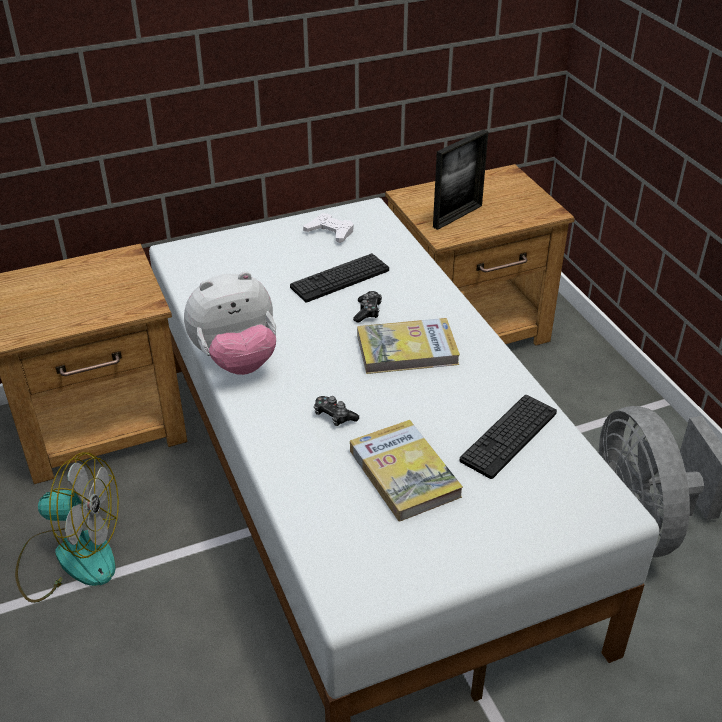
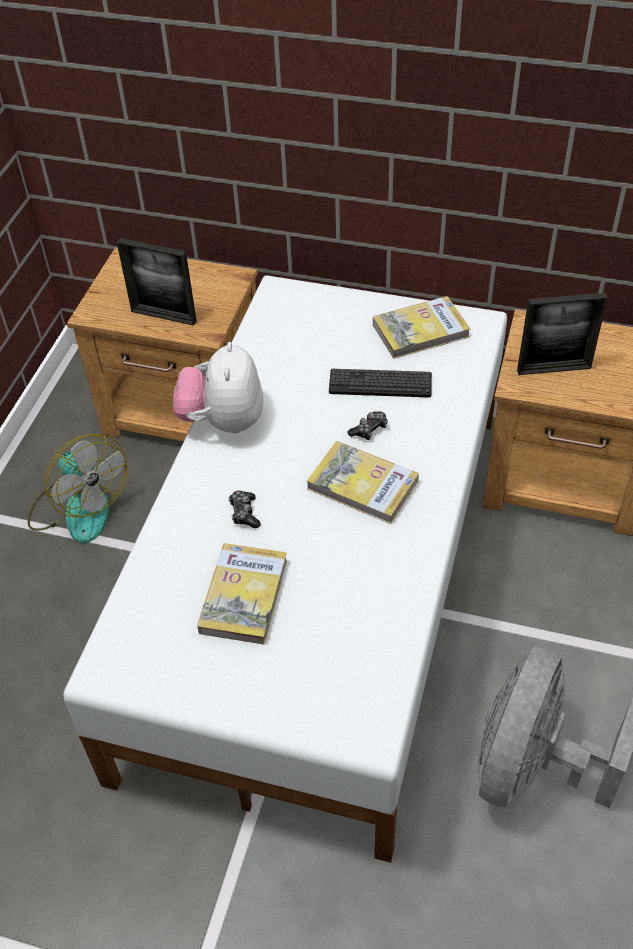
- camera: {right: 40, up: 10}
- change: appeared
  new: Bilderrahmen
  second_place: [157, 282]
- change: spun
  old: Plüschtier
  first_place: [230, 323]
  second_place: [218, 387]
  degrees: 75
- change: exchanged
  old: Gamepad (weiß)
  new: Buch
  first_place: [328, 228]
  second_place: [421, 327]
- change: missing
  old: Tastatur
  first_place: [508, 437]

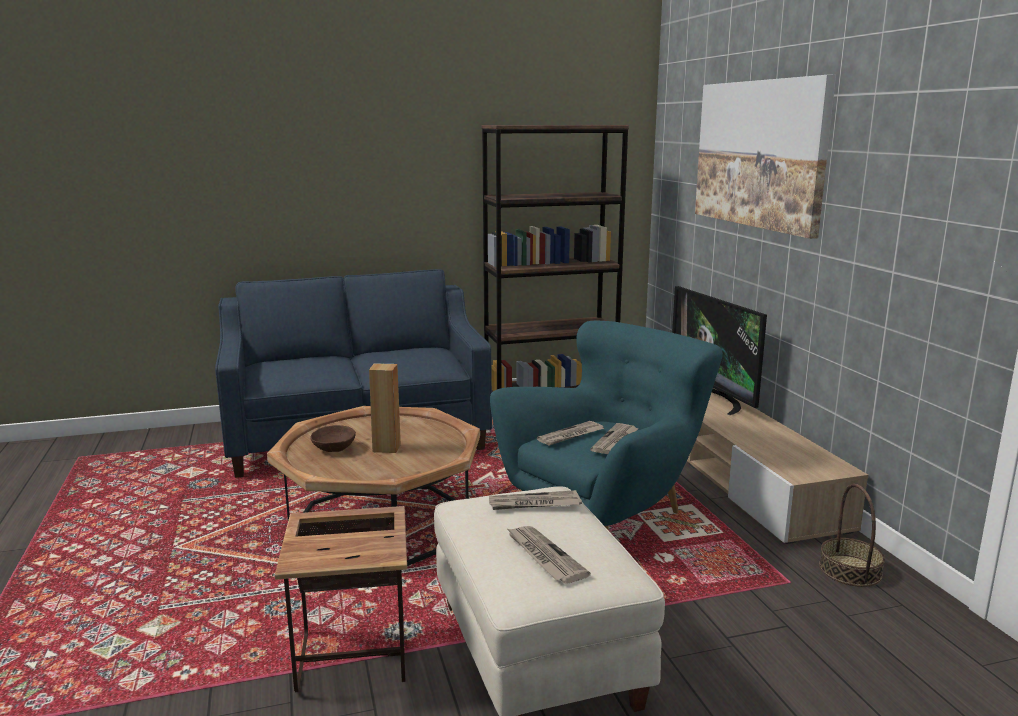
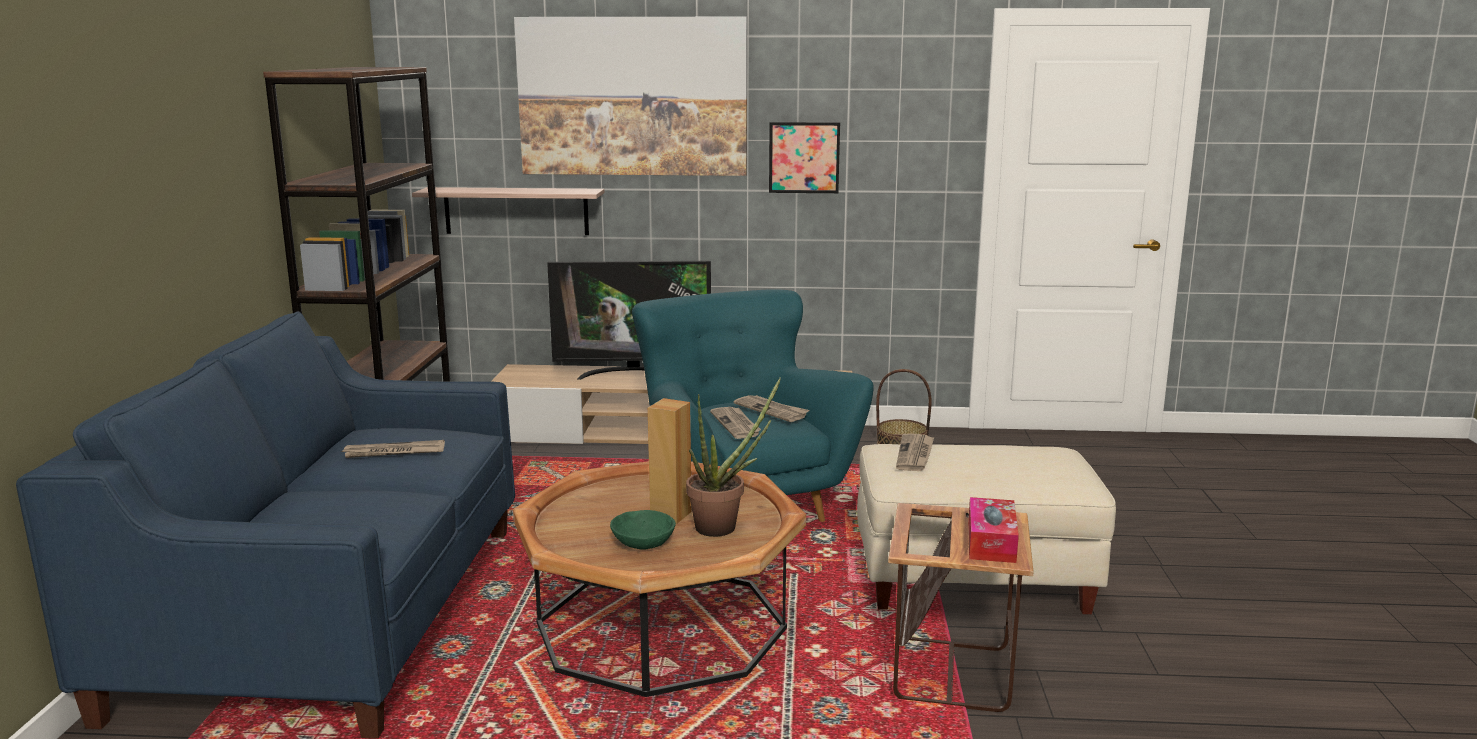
- camera: {right: -70, up: 0}
- change: relocated
  old: Zeitung
  first_place: [548, 555]
  second_place: [392, 449]
- change: appeared
  new: Wandregal
  second_place: [508, 211]
- change: colour
  old: Schüssel (braun)
  new: Schüssel (grün)
  first_place: [333, 438]
  second_place: [643, 530]
- change: appeared
  new: Topfpflanze
  second_place: [733, 457]
- change: appeared
  new: Bild
  second_place: [804, 157]
- change: appeared
  new: Taschentuchbox
  second_place: [993, 530]

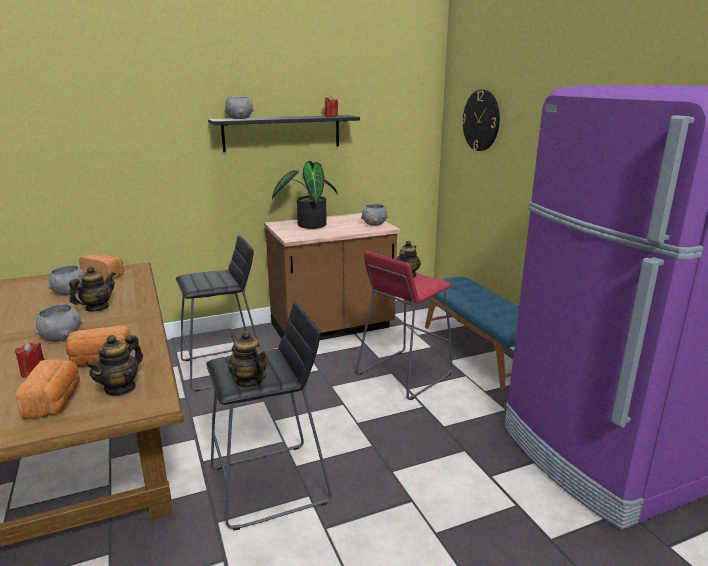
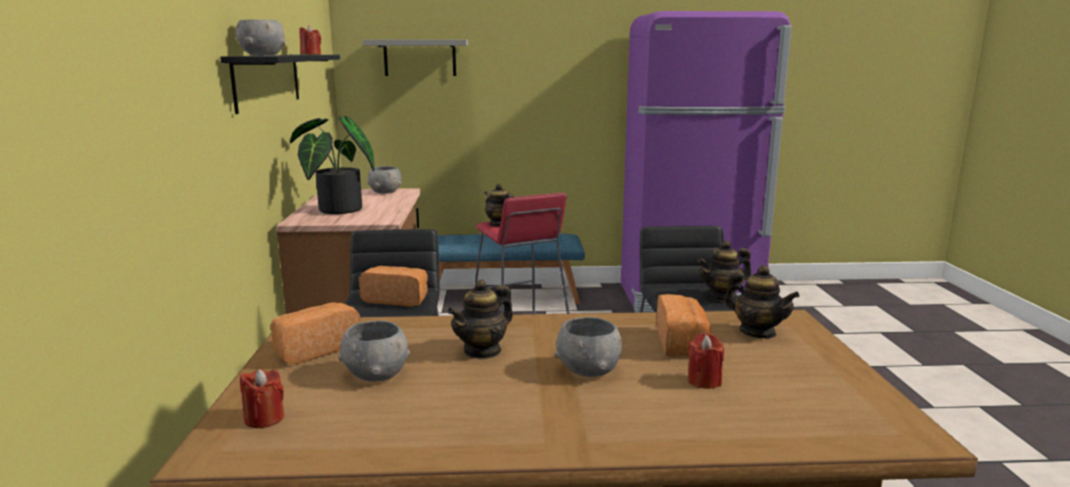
- camera: {right: -70, up: -5}
- change: appeared
  new: Kerze (rot)
  second_place: [262, 398]
- change: relocated
  old: Brot
  first_place: [48, 389]
  second_place: [393, 286]
- change: exchanged
  old: Wanduhr
  new: Wandregal (grau)
  first_place: [480, 120]
  second_place: [415, 57]
- change: spun
  old: Teekanne
  first_place: [92, 289]
  second_place: [480, 319]
  degrees: -105

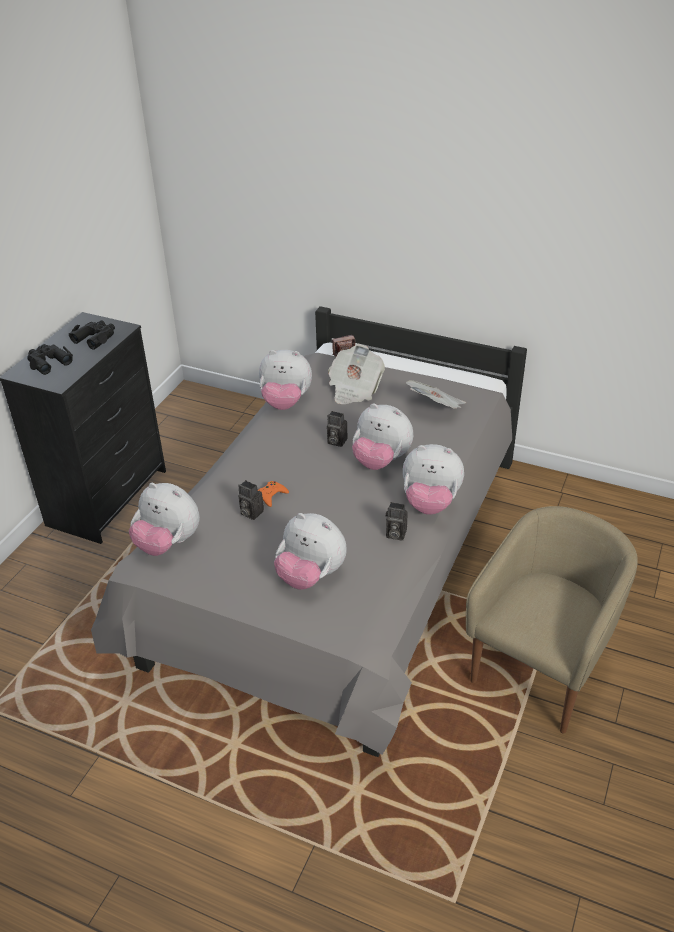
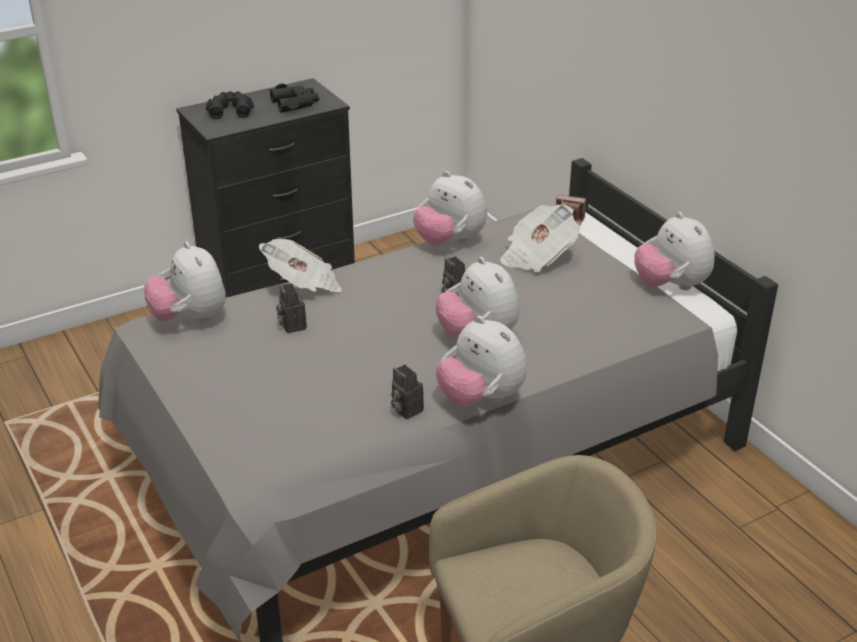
- camera: {right: 35, up: -5}
- change: relocated
  old: Zeitung
  first_place: [436, 394]
  second_place: [300, 265]
- change: relocated
  old: Plüschtier
  first_place: [310, 551]
  second_place: [674, 251]
- change: missing
  old: Gamepad (orange)
  first_place: [273, 494]

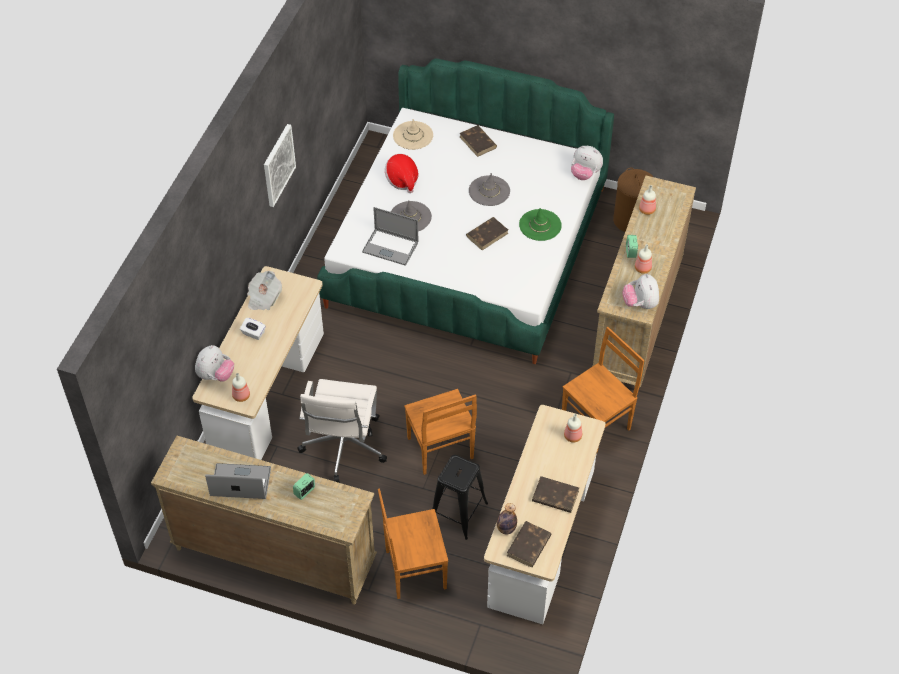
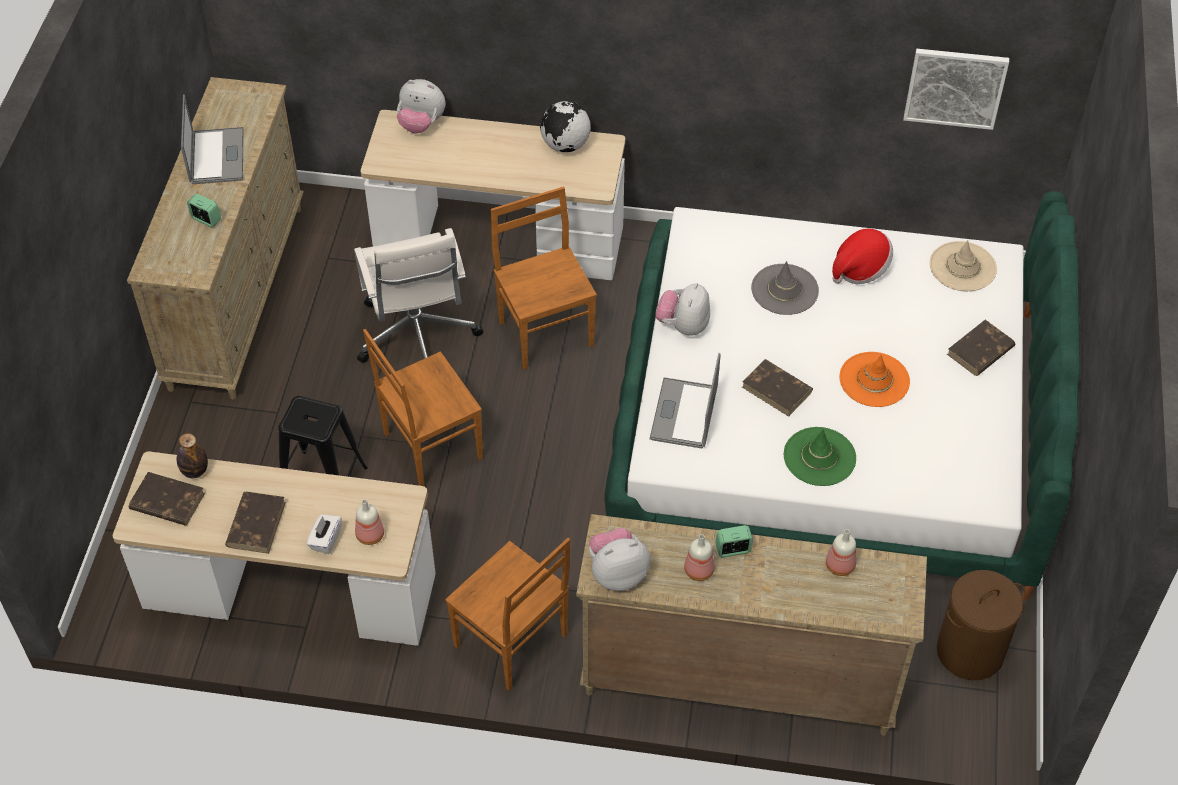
- camera: {right: 80, up: 0}
- change: relocated
  old: Taschentuchbox (weiß)
  first_place: [253, 329]
  second_place: [324, 534]
- change: spun
  old: Bürostuhl (weiß)
  first_place: [342, 431]
  second_place: [418, 295]
  degrees: -105
- change: relocated
  old: Stuhl (braun)
  first_place: [413, 544]
  second_place: [544, 278]
- change: exchanged
  old: Zeitung
  new: Globus
  first_place: [264, 290]
  second_place: [565, 126]
- change: relocated
  old: Laptop
  first_place: [390, 236]
  second_place: [685, 400]
- change: relocated
  old: Plüschtier
  first_place: [587, 163]
  second_place: [682, 309]
- change: colour
  old: Hut (grau)
  new: Hut (orange)
  first_place: [489, 189]
  second_place: [874, 379]
- change: relocated
  old: Bild
  first_place: [280, 165]
  second_place: [956, 89]
- change: missing
  old: Flasche
  first_place: [241, 387]

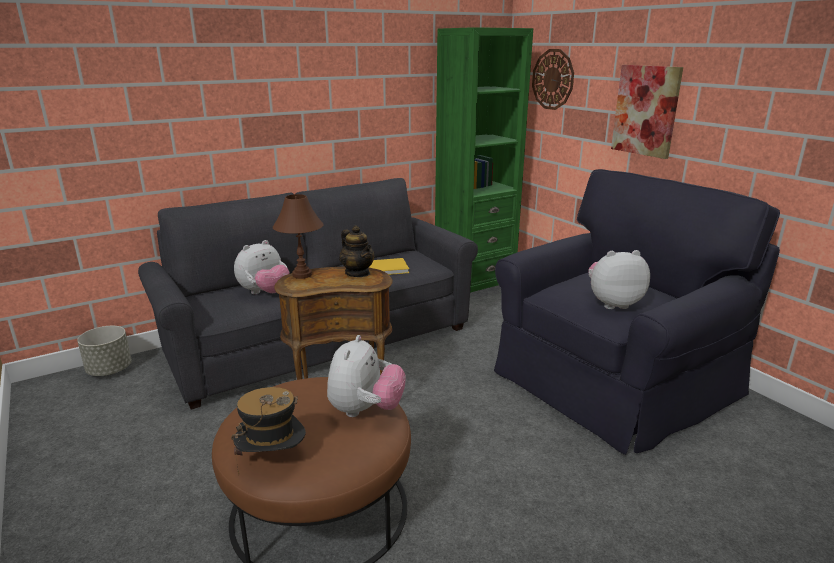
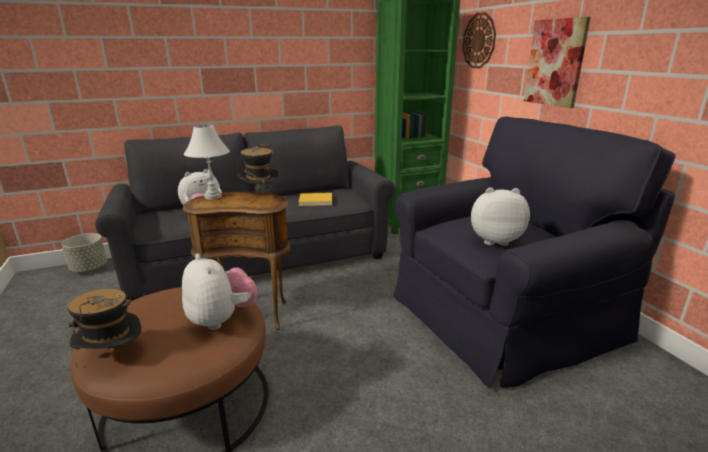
- camera: {right: 10, up: 0}
- change: spun
  old: Plüschtier
  first_place: [366, 376]
  second_place: [220, 291]
  degrees: -60
- change: colour
  old: Tischlampe (braun)
  new: Tischlampe (weiß)
  first_place: [298, 236]
  second_place: [207, 162]
- change: exchanged
  old: Teekanne
  new: Hut
  first_place: [356, 251]
  second_place: [258, 173]

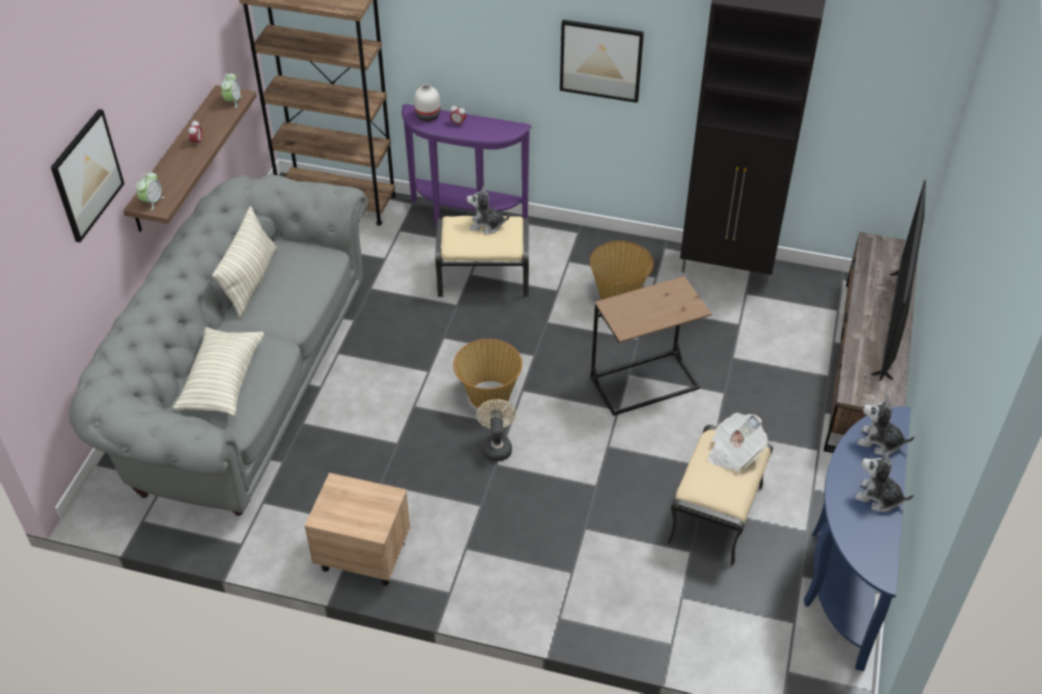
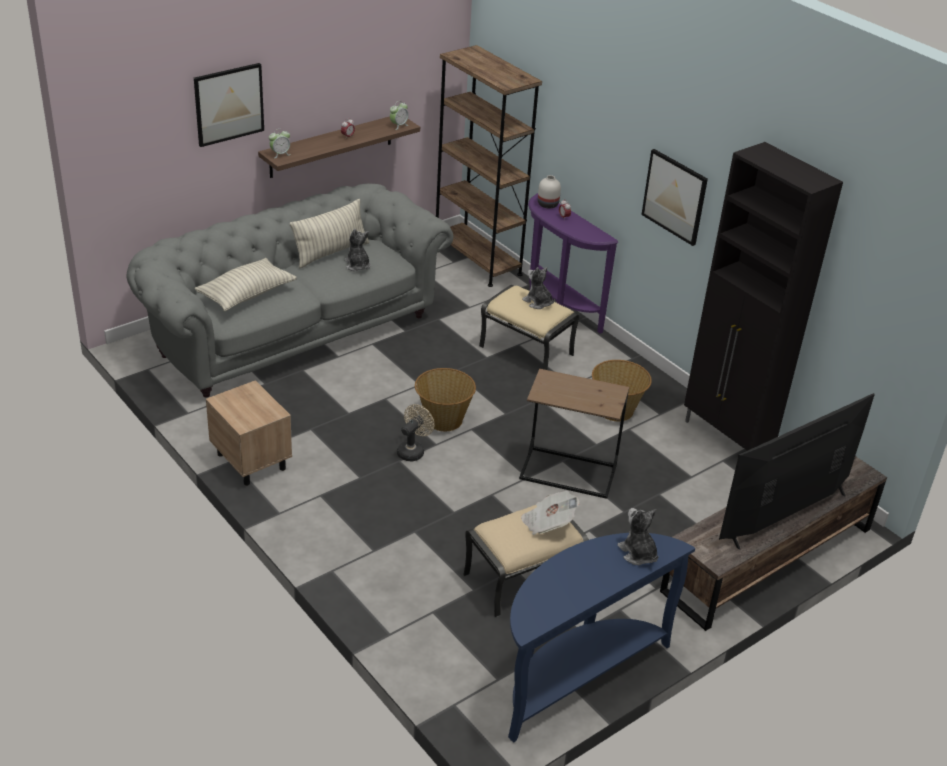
- camera: {right: 35, up: -10}
- change: relocated
  old: Plüschtier
  first_place: [884, 481]
  second_place: [358, 250]

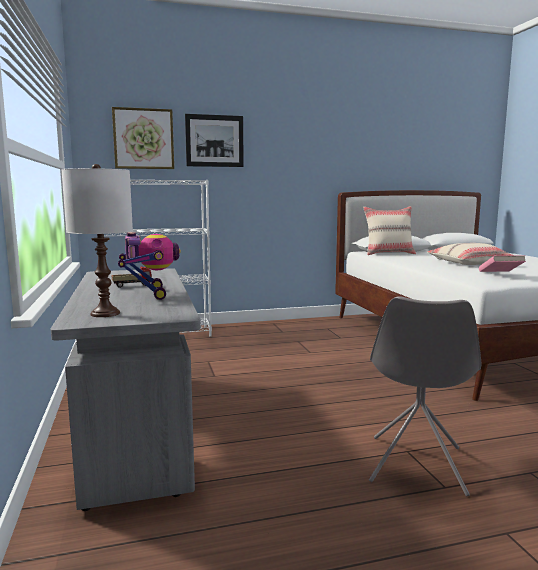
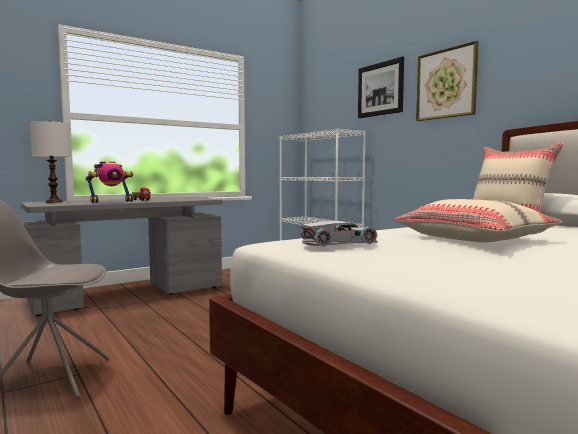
- camera: {right: 70, up: -5}
- change: exchanged
  old: Buch (rosa)
  new: Spielzeugauto (weiß)
  first_place: [502, 263]
  second_place: [339, 234]
- change: relocated
  old: Bild
  first_place: [143, 138]
  second_place: [447, 81]

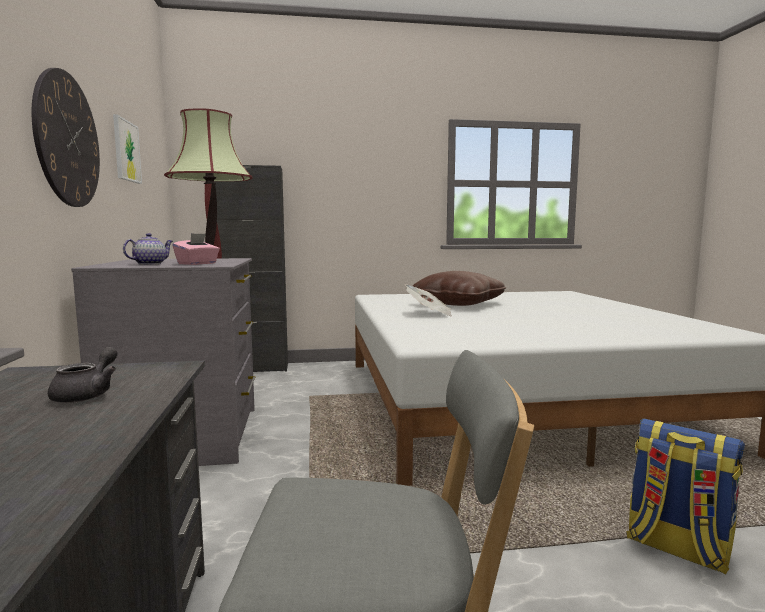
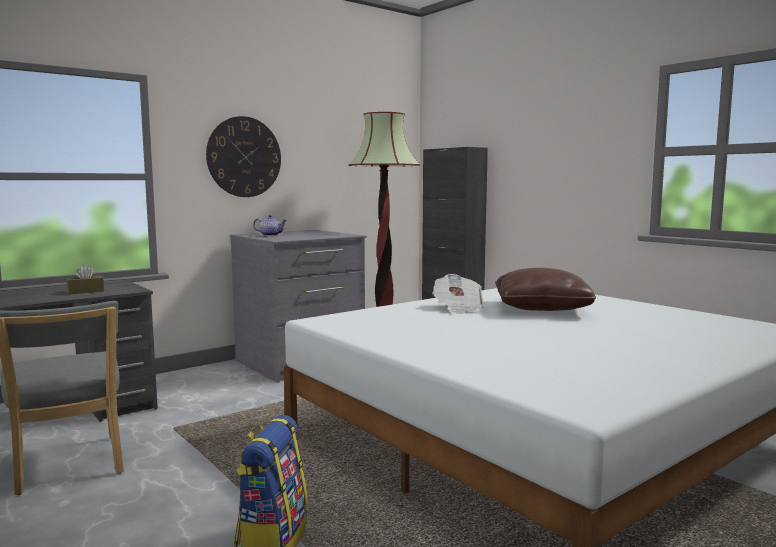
- camera: {right: 60, up: 0}
- change: exchanged
  old: Teekanne (grau)
  new: Taschentuchbox (braun)
  first_place: [83, 375]
  second_place: [85, 279]
- change: missing
  old: Bild
  first_place: [127, 149]
- change: missing
  old: Taschentuchbox (rosa)
  first_place: [196, 249]

